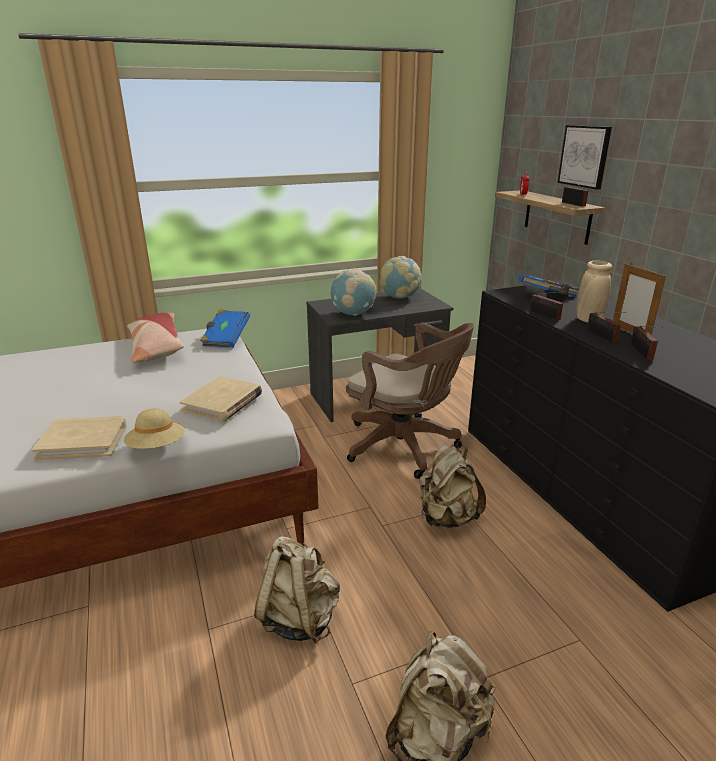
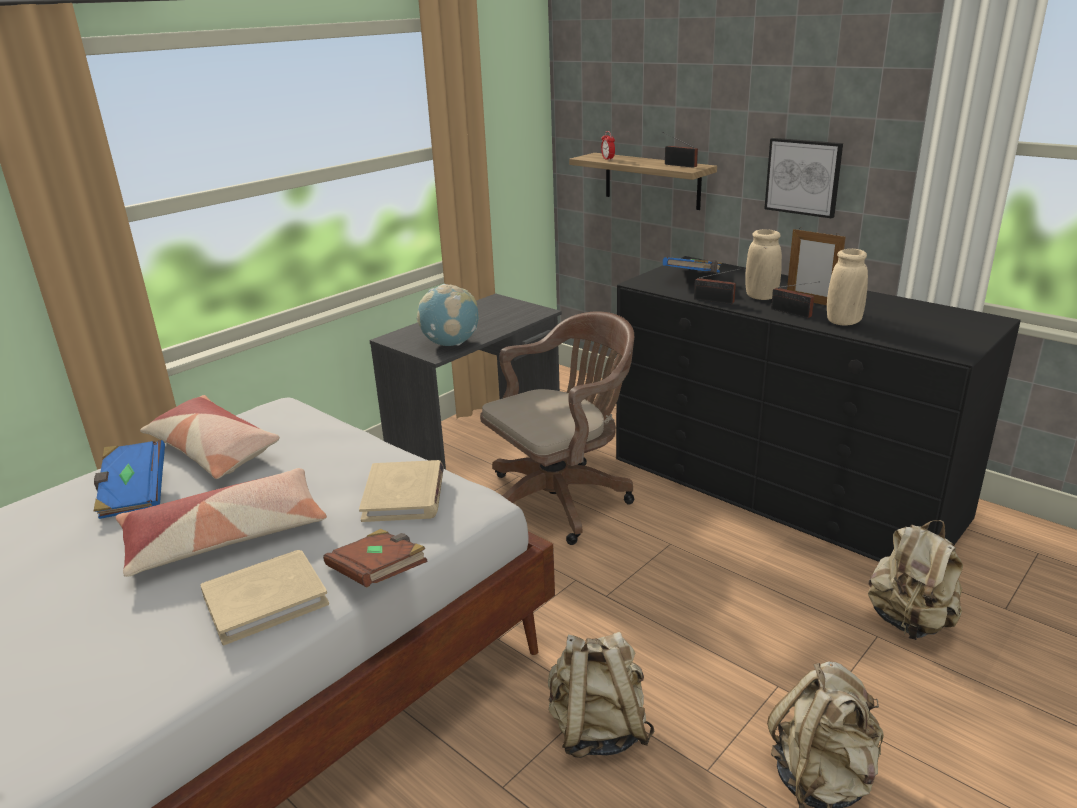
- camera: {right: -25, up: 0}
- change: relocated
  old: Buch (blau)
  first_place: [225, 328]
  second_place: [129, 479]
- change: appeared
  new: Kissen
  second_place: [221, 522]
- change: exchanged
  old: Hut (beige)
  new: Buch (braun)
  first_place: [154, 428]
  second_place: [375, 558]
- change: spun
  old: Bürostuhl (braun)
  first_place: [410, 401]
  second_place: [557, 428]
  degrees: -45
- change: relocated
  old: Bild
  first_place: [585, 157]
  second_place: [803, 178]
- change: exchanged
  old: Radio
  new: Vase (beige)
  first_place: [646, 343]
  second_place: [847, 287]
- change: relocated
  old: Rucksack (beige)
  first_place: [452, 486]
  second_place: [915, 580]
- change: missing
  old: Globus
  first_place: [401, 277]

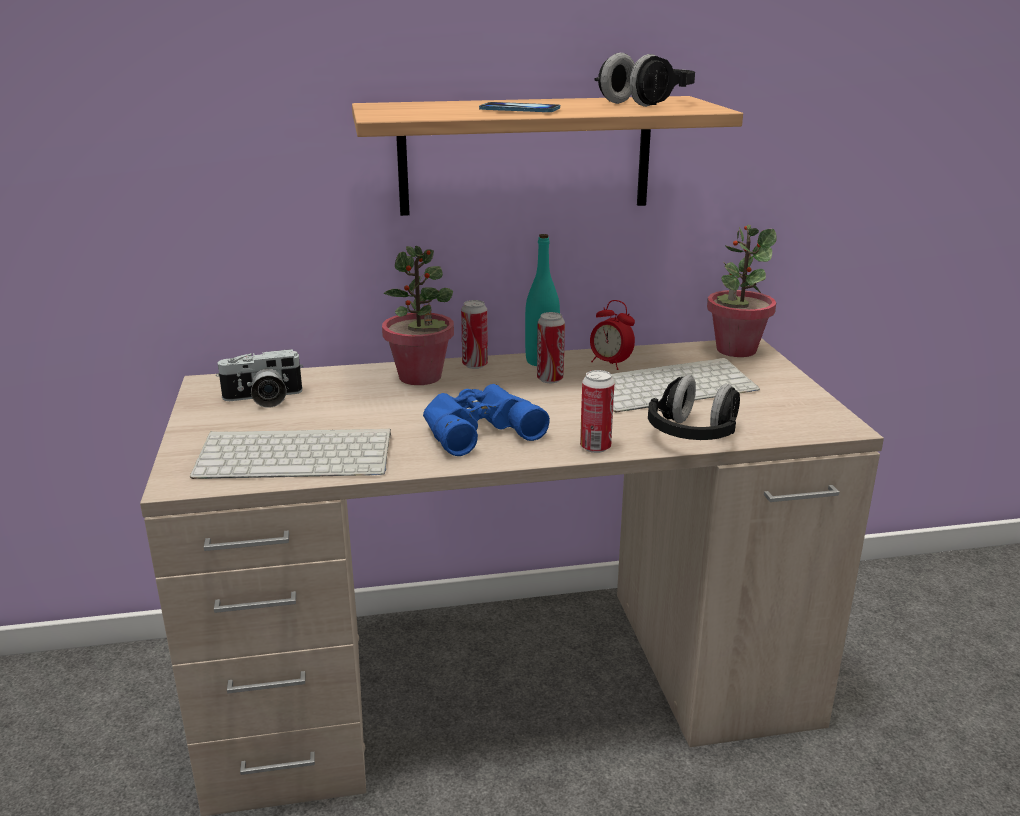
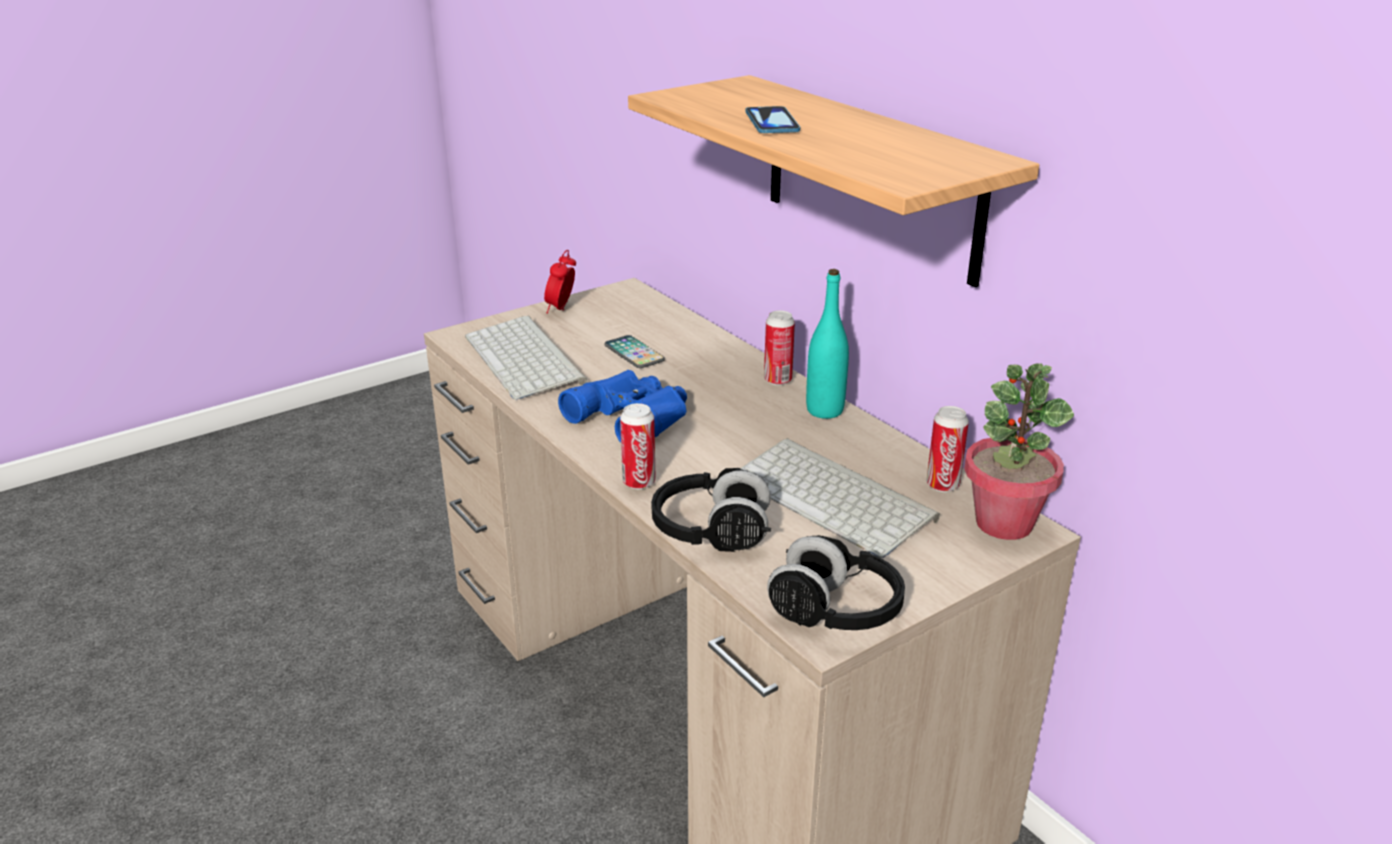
- camera: {right: 65, up: 5}
- change: relocated
  old: Wecker
  first_place: [612, 335]
  second_place: [560, 282]
- change: appeared
  new: Handy
  second_place: [634, 351]
- change: relocated
  old: Kopfhörer (schwarz)
  first_place: [644, 80]
  second_place: [836, 582]
- change: relocated
  old: Dose
  first_place: [551, 347]
  second_place: [948, 449]
- change: missing
  old: Kamera
  first_place: [259, 378]
- change: missing
  old: Topfpflanze
  first_place: [418, 315]

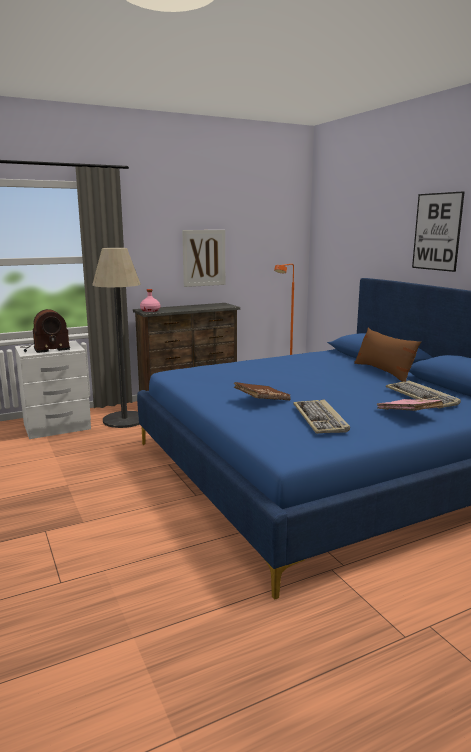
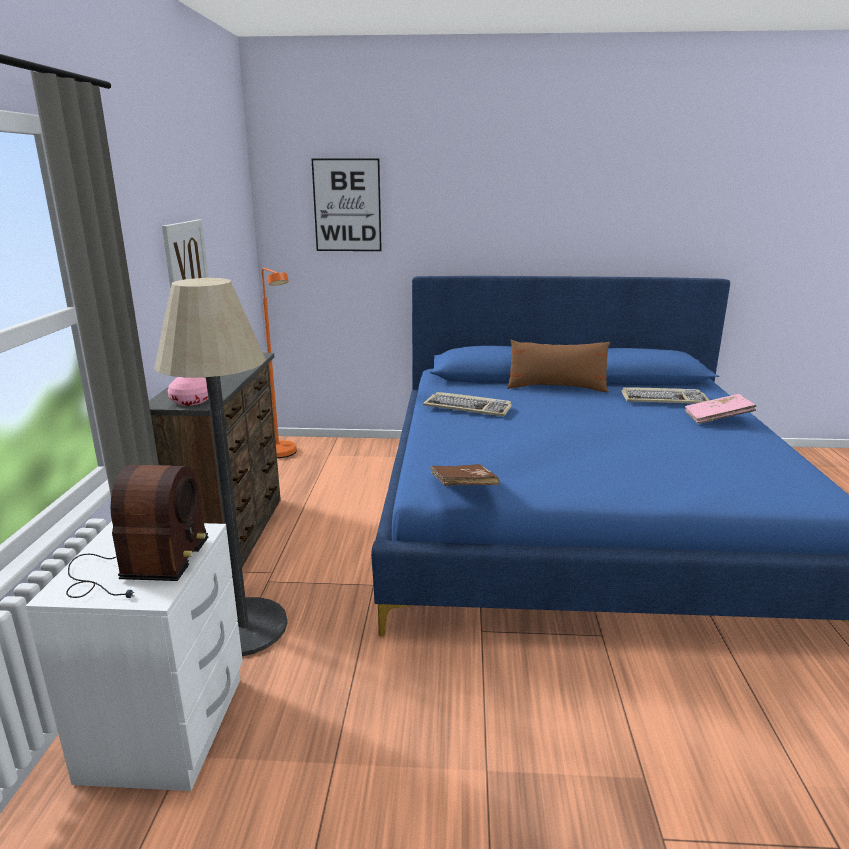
- camera: {right: -60, up: 5}
- change: relocated
  old: Bild
  first_place: [438, 231]
  second_place: [347, 205]
- change: relocated
  old: Tastatur
  first_place: [321, 416]
  second_place: [467, 404]
- change: relocated
  old: Buch (braun)
  first_place: [262, 391]
  second_place: [465, 475]

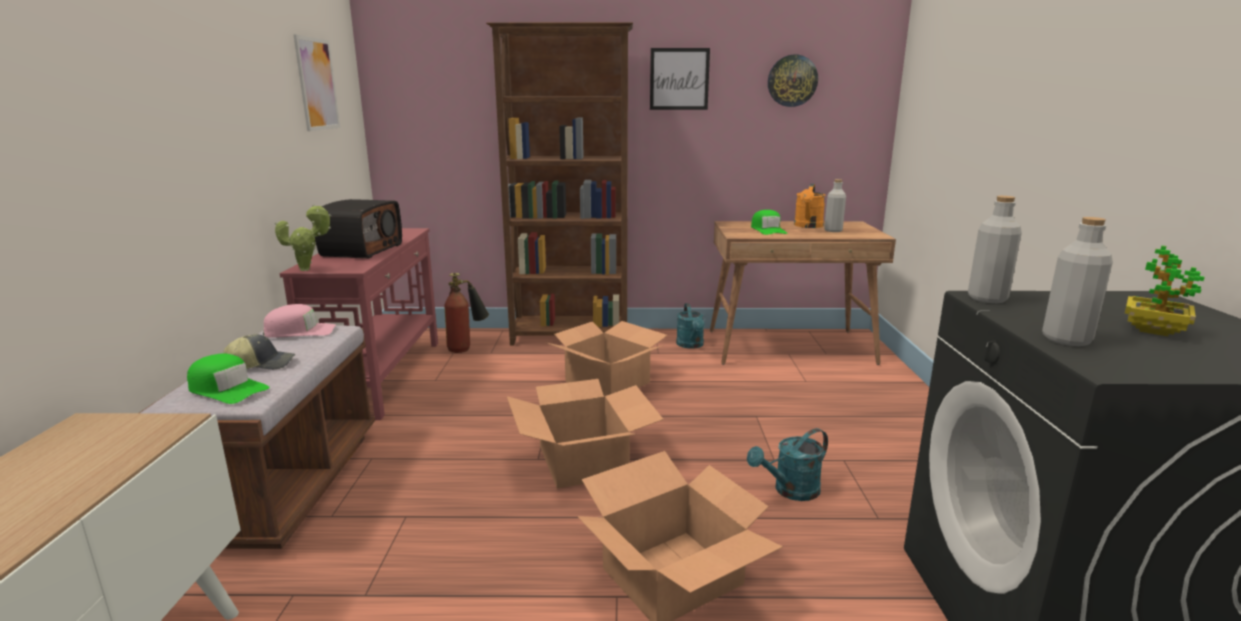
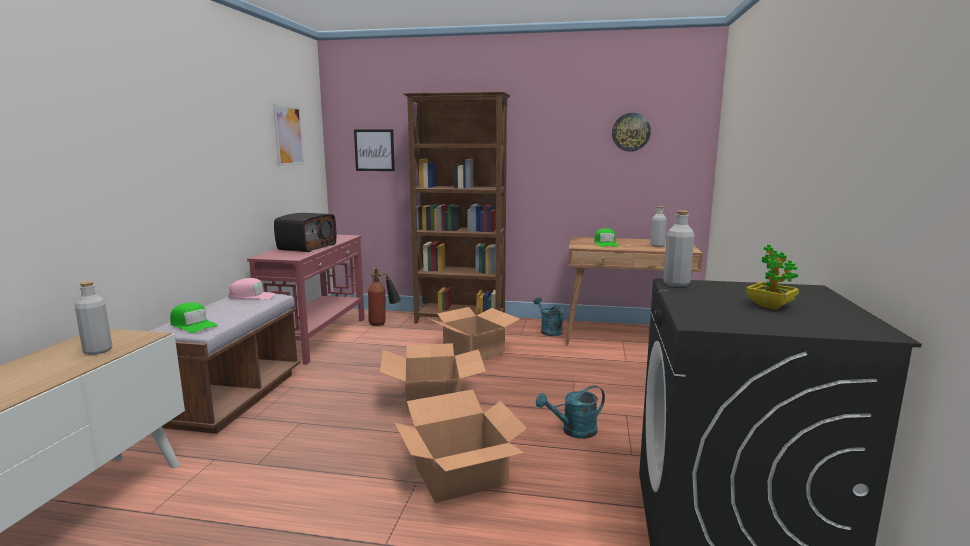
- camera: {right: 10, up: -5}
- change: relocated
  old: Flasche (grau)
  first_place: [1077, 281]
  second_place: [93, 318]
- change: relocated
  old: Bild
  first_place: [680, 79]
  second_place: [374, 150]
- change: spun
  old: Gießkanne (türkis)
  first_place: [690, 326]
  second_place: [548, 316]
  degrees: 150
- change: missing
  old: Kappe
  first_place: [259, 351]
- change: missing
  old: Topfpflanze
  first_place: [303, 237]
- change: missing
  old: Gießkanne (orange)
  first_place: [809, 206]

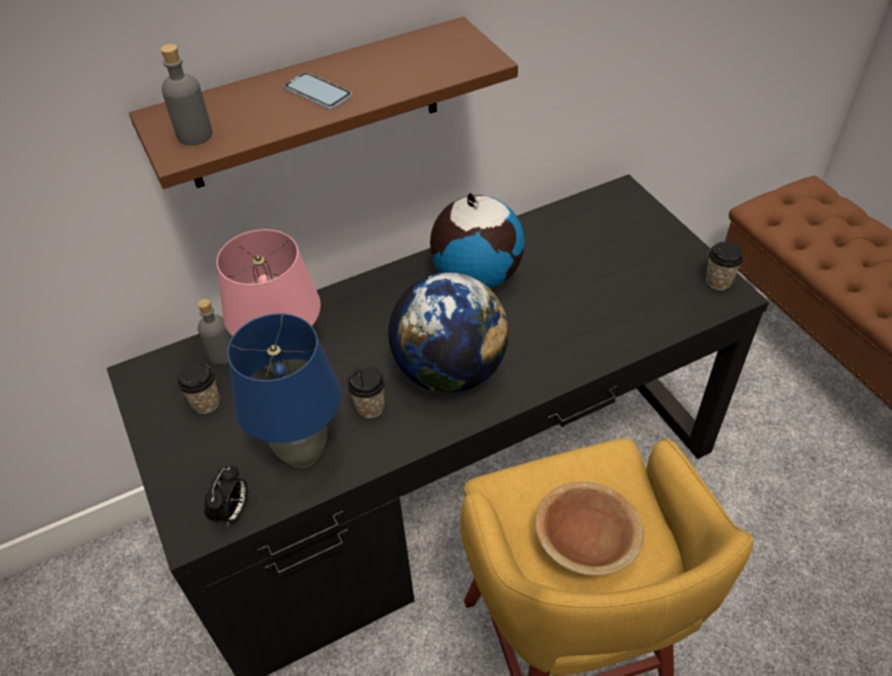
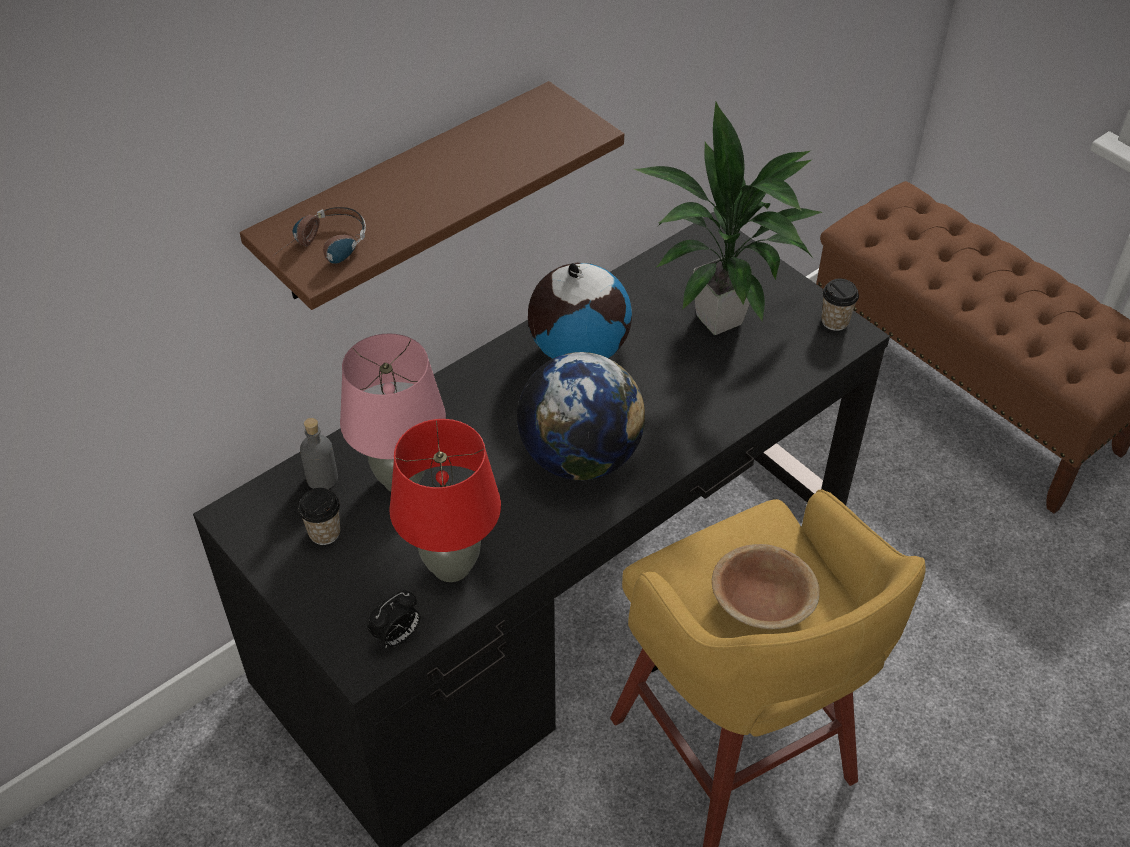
- camera: {right: -15, up: 0}
- change: exchanged
  old: Flasche (grau)
  new: Kopfhörer
  first_place: [186, 94]
  second_place: [319, 235]
- change: spun
  old: Wecker
  first_place: [225, 496]
  second_place: [394, 620]
  degrees: 45
- change: colour
  old: Tischlampe (blau)
  new: Tischlampe (rot)
  first_place: [284, 390]
  second_place: [445, 500]
- change: appeared
  new: Topfpflanze
  second_place: [728, 218]
- change: missing
  old: Handy
  first_place: [318, 90]
- change: missing
  old: Tasse
  first_place: [366, 392]

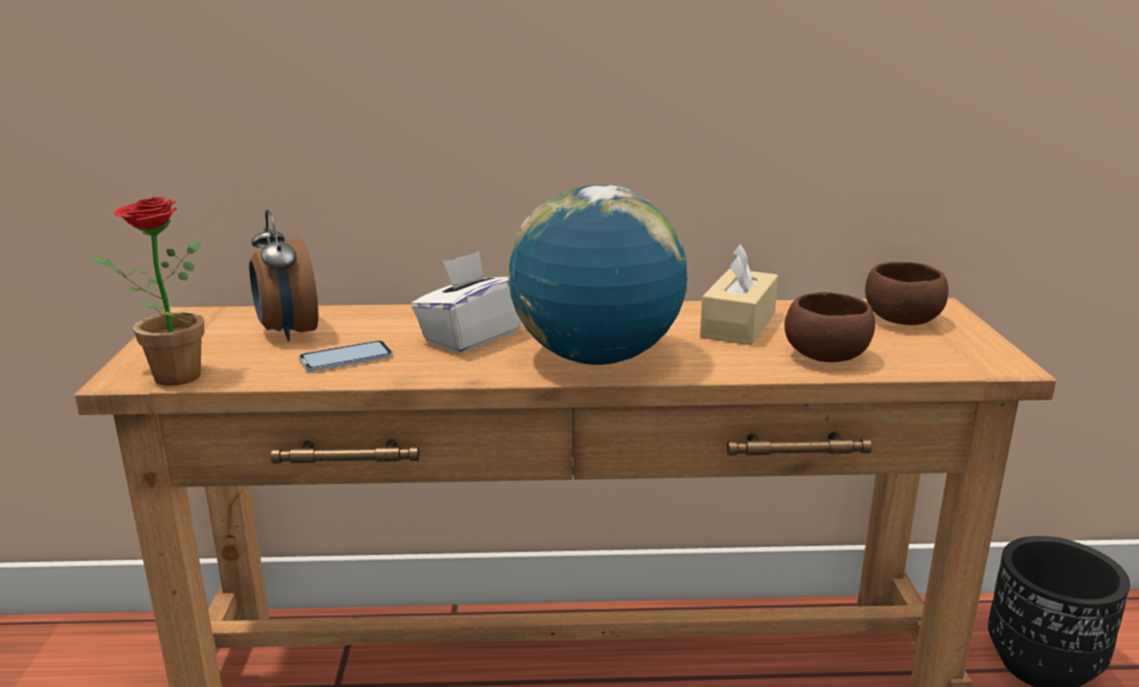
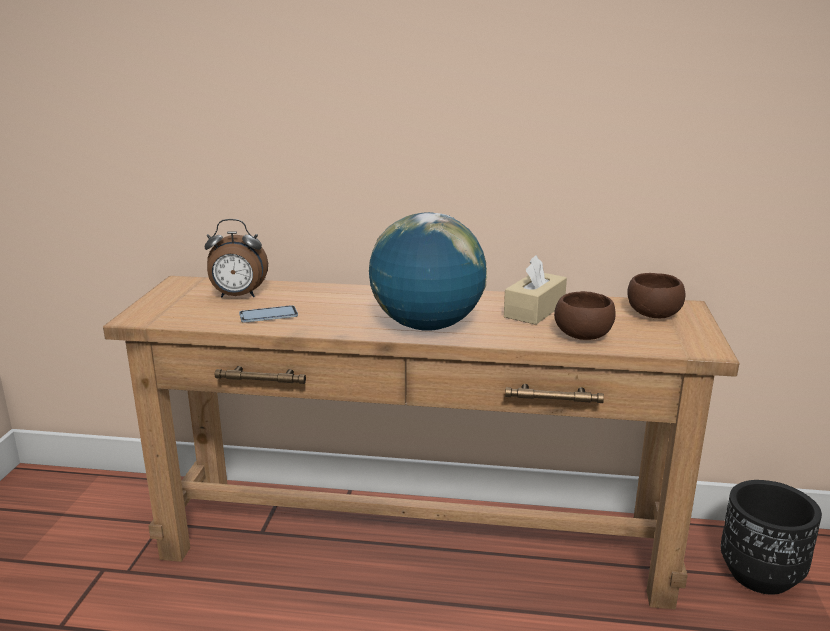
- camera: {right: 10, up: 0}
- change: spun
  old: Wecker
  first_place: [283, 275]
  second_place: [236, 258]
  degrees: -75
- change: missing
  old: Topfpflanze
  first_place: [147, 291]
- change: missing
  old: Taschentuchbox (weiß)
  first_place: [466, 302]

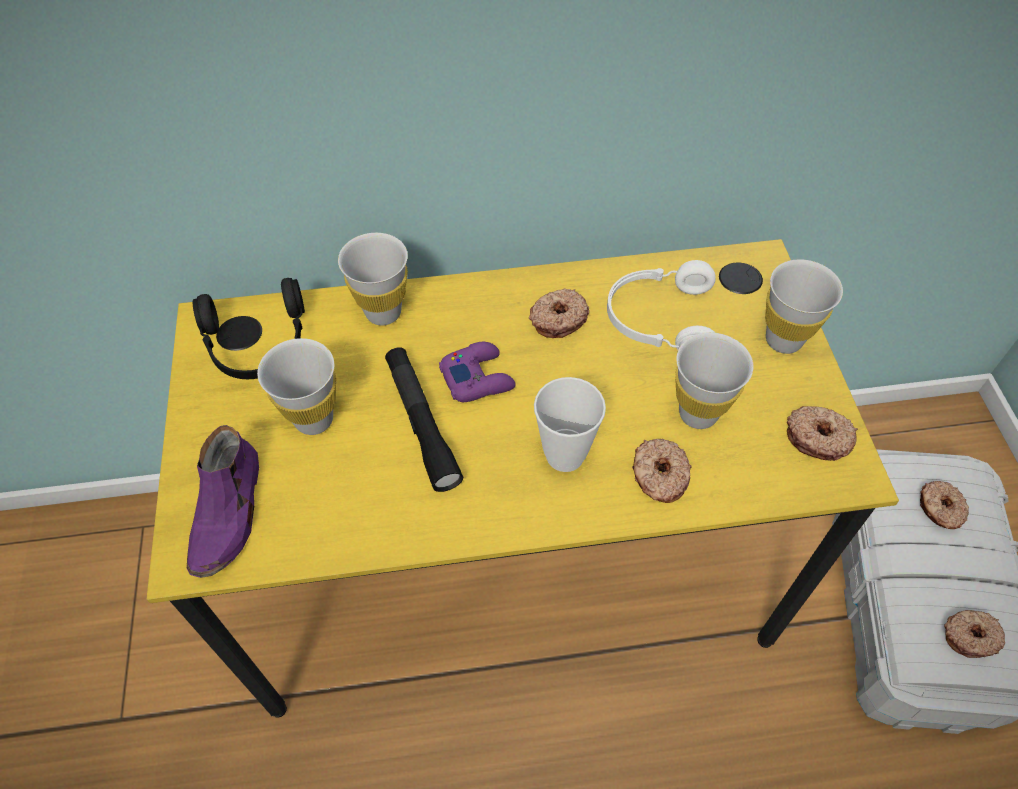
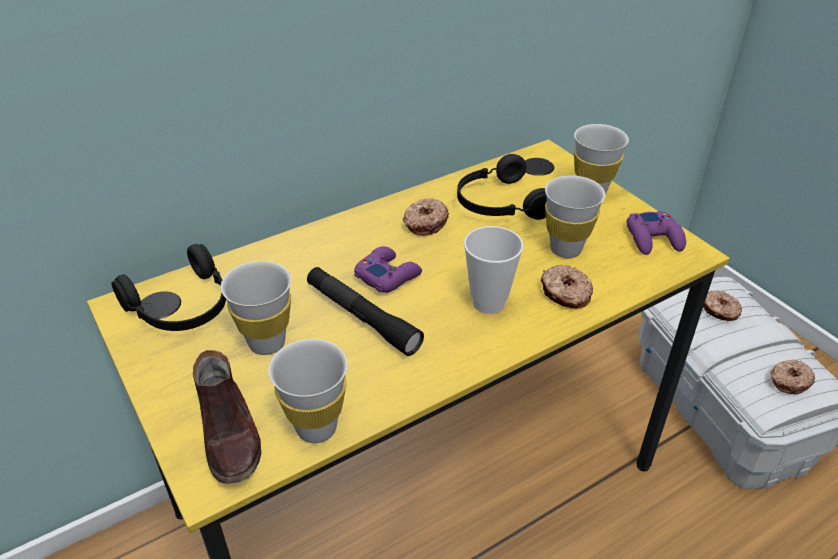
- camera: {right: -25, up: -15}
- change: colour
  old: Schuh (lila)
  new: Schuh (braun)
  first_place: [223, 501]
  second_place: [227, 417]
- change: relocated
  old: Tasse (weiß)
  first_place: [373, 279]
  second_place: [308, 391]
- change: colour
  old: Kopfhörer (weiß)
  new: Kopfhörer (schwarz)
  first_place: [661, 305]
  second_place: [502, 187]
- change: exchanged
  old: Donut
  new: Gamepad (lila)
  first_place: [822, 433]
  second_place: [656, 233]

